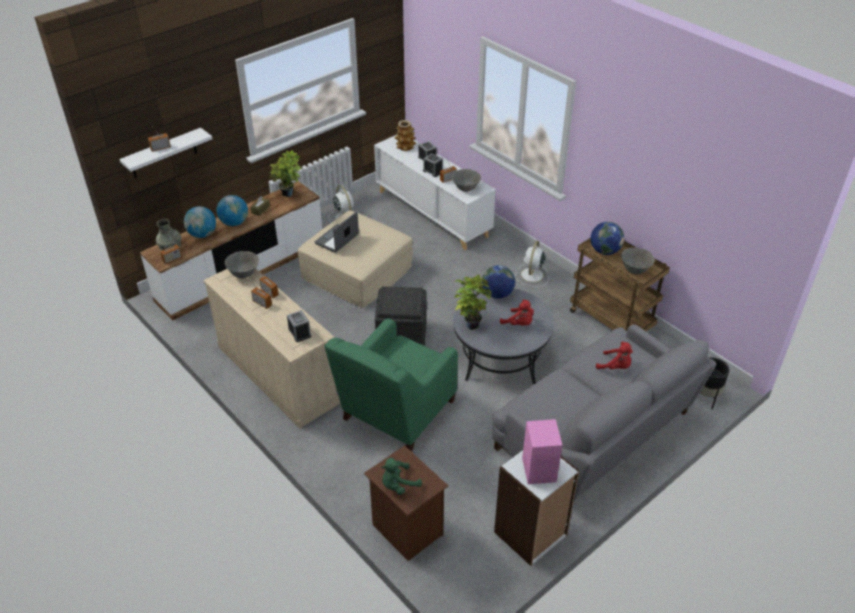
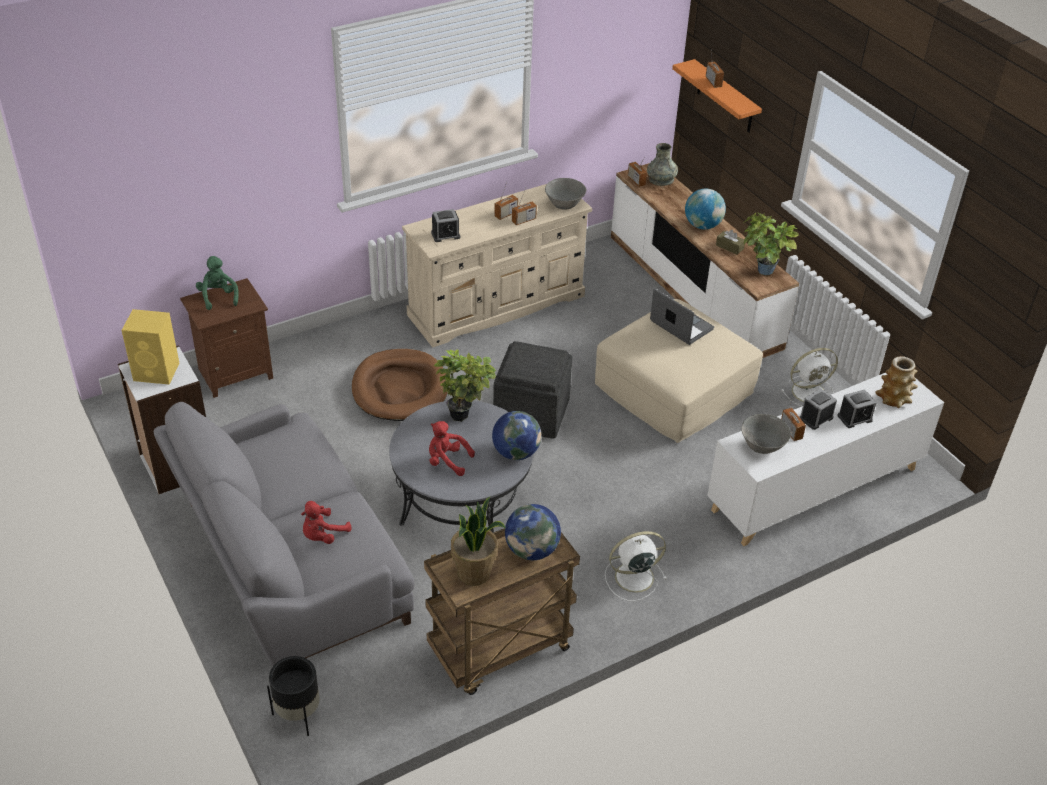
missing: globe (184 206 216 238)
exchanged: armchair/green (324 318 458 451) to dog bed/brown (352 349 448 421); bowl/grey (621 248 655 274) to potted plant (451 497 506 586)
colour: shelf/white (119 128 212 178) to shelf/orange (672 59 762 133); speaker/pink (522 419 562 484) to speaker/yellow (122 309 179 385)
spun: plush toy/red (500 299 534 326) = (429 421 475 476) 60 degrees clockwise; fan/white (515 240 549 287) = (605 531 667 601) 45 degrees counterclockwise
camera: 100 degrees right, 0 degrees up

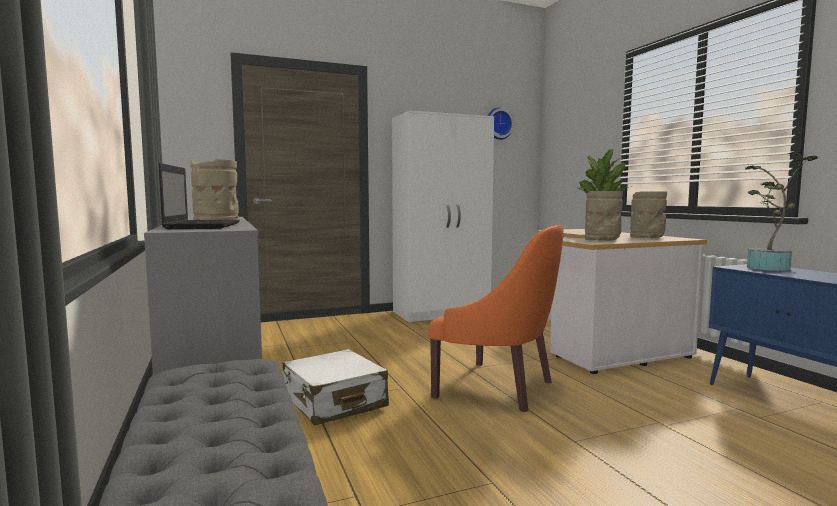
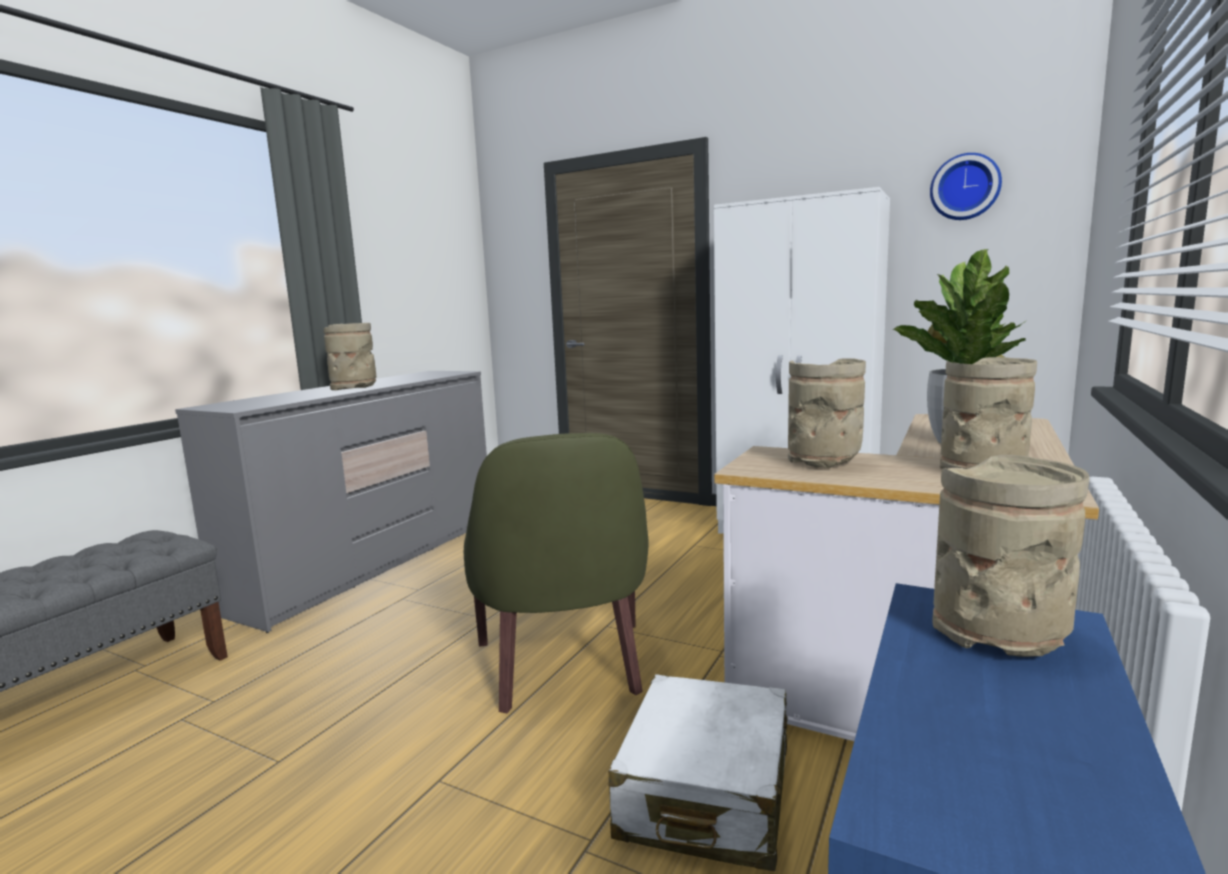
missing: laptop (159 163 240 229)
relocated: suitcase/white (283 349 389 425) to (608 674 788 871)
exchanged: potted plant (744 152 818 271) to vase/beige (932 455 1089 657)
colour: armchair/orange (428 225 564 412) to armchair/green (464 433 649 713)
camera: 50 degrees right, 5 degrees up

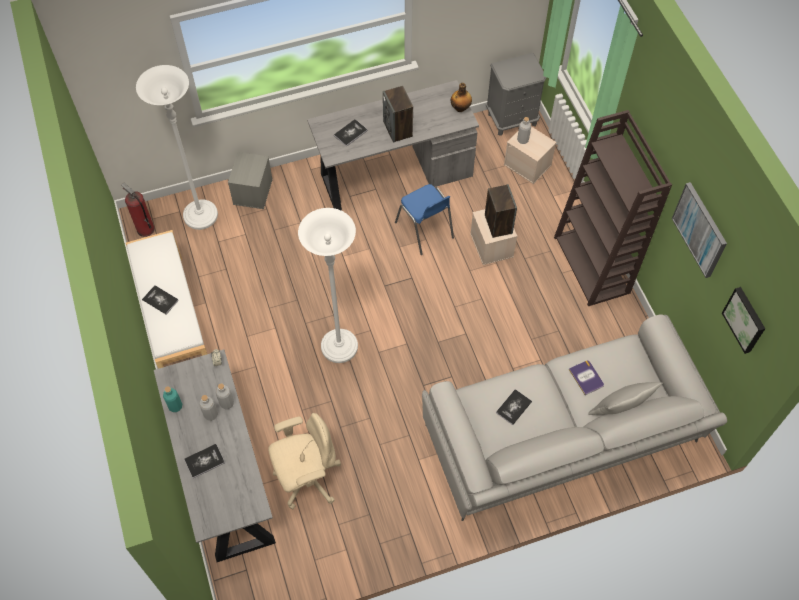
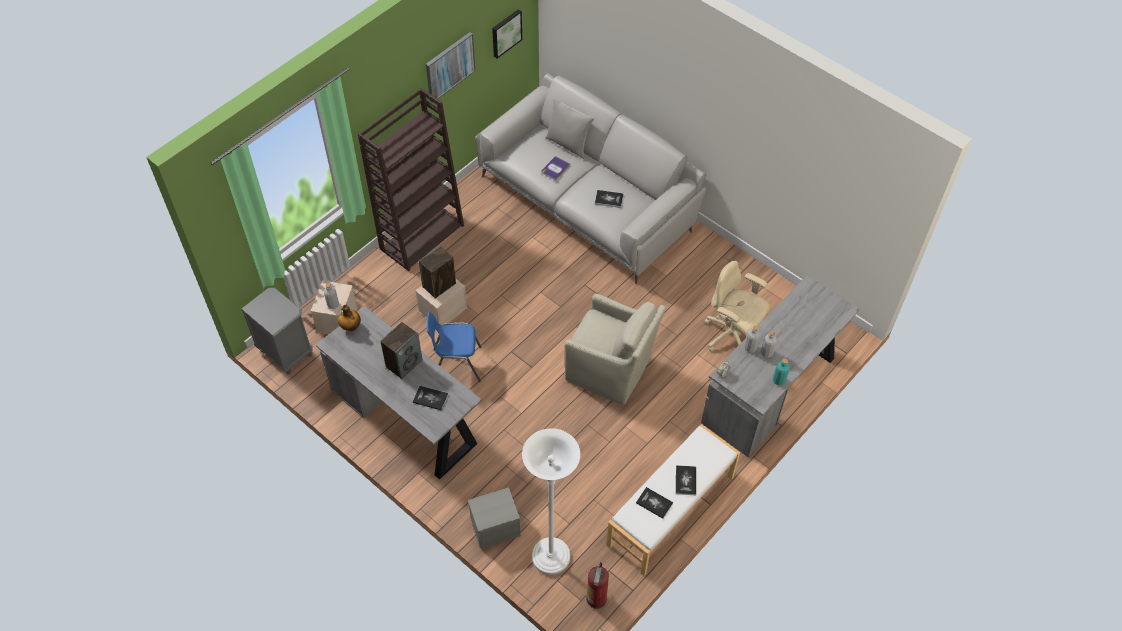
relocated: book (184 444 225 478) to (636 487 673 519)
exchanged: floor lamp/white (298 208 358 363) to armchair/beige (564 294 666 405)
spun: chair/blue (395 184 454 255) = (427 312 481 382) 120 degrees counterclockwise
camera: 120 degrees left, 5 degrees down

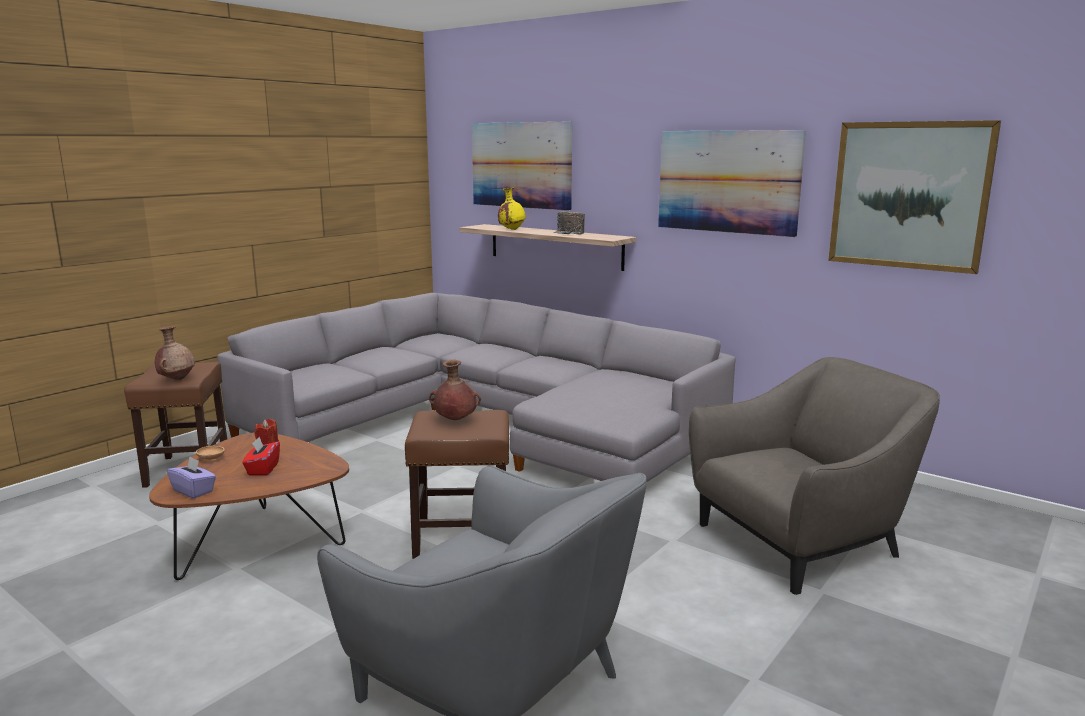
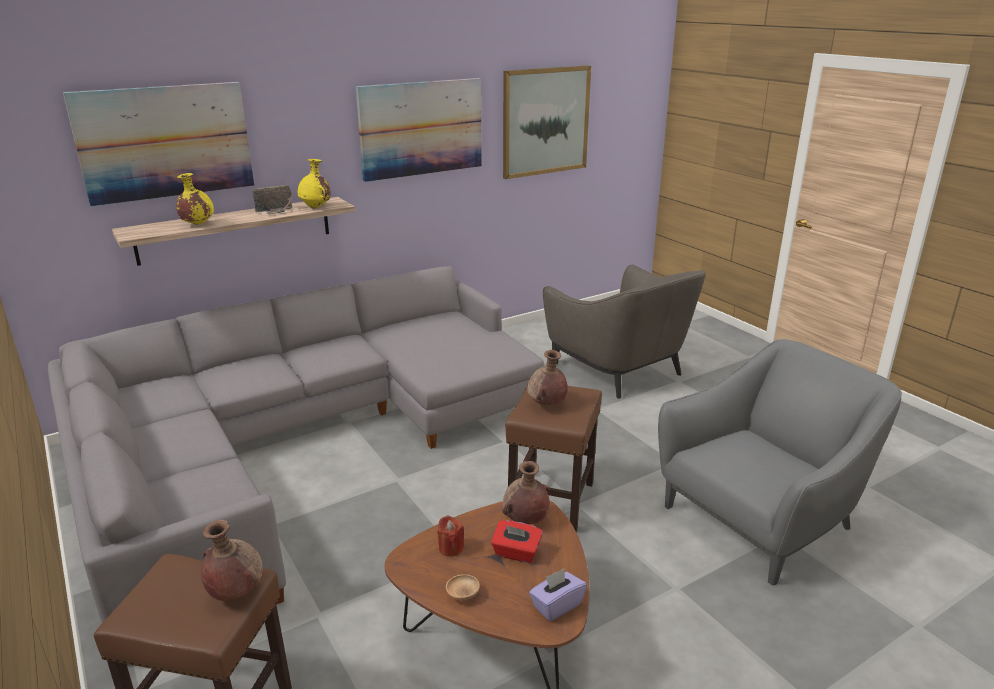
appeared: vase/yellow (298 159 331 208); vase/brown (502 461 549 524)
spun: armchair/grey (689 357 940 595) = (543 264 706 398) 150 degrees clockwise
camera: 70 degrees left, 10 degrees up

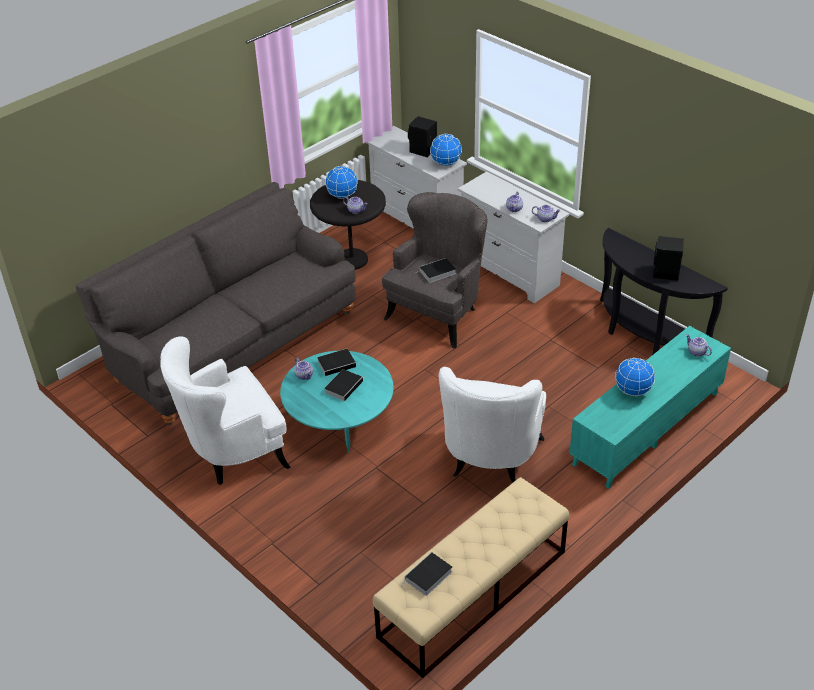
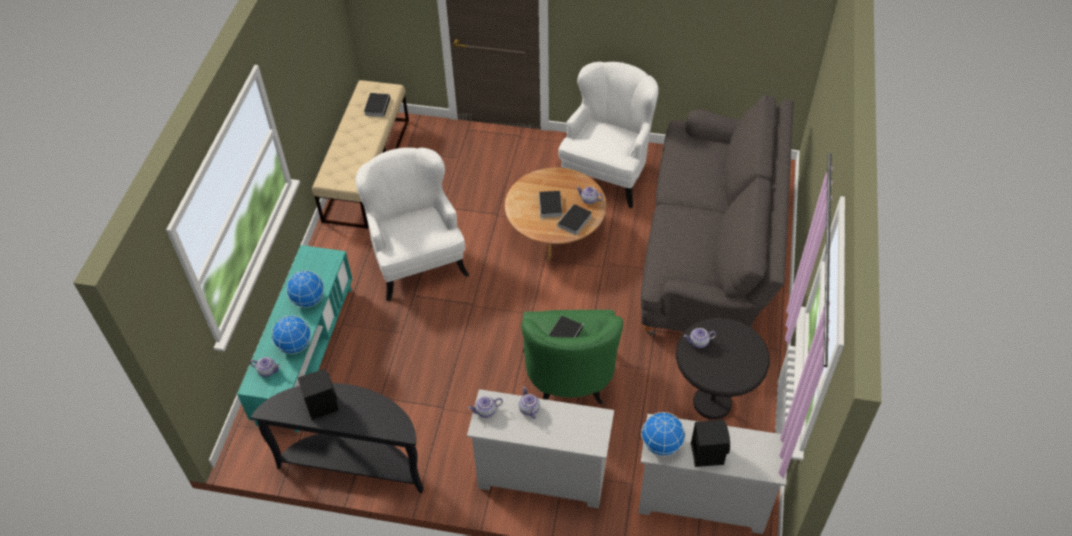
relocated: globe (325 166 358 199) to (272 315 311 354)
colour: coffee table/turquoise (280 351 394 453) to coffee table/brown (505 168 606 262); armchair/grey (382 192 488 349) to armchair/green (521 310 623 404)
camera: 145 degrees right, 10 degrees up

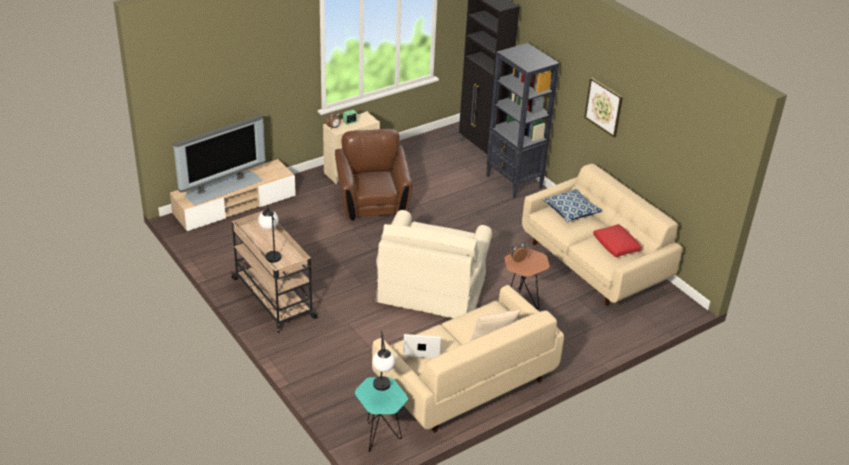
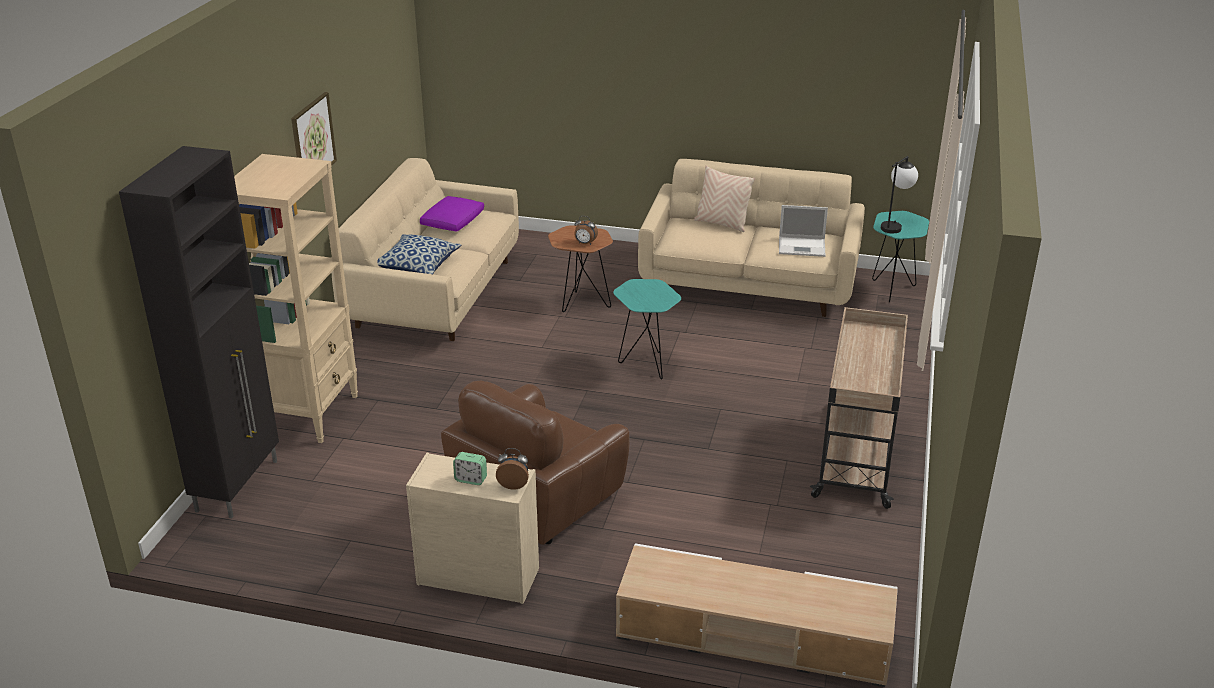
missing: television (173 114 265 206); table lamp (258 207 281 263)
exchanged: armchair/beige (376 210 492 318) to side table/turquoise (613 279 681 380)
colour: bookcase/black (486 43 559 198) to bookcase/beige (234 154 358 443); pillow/red (593 224 642 257) to pillow/purple (420 196 484 232)
spun: laptop (403 334 441 358) = (779 205 828 257) 45 degrees counterclockwise
camera: 130 degrees left, 5 degrees down

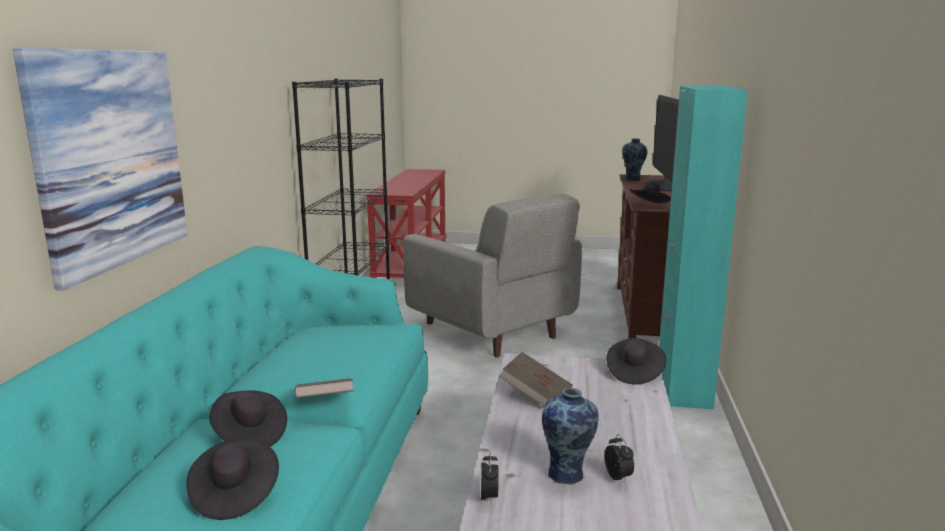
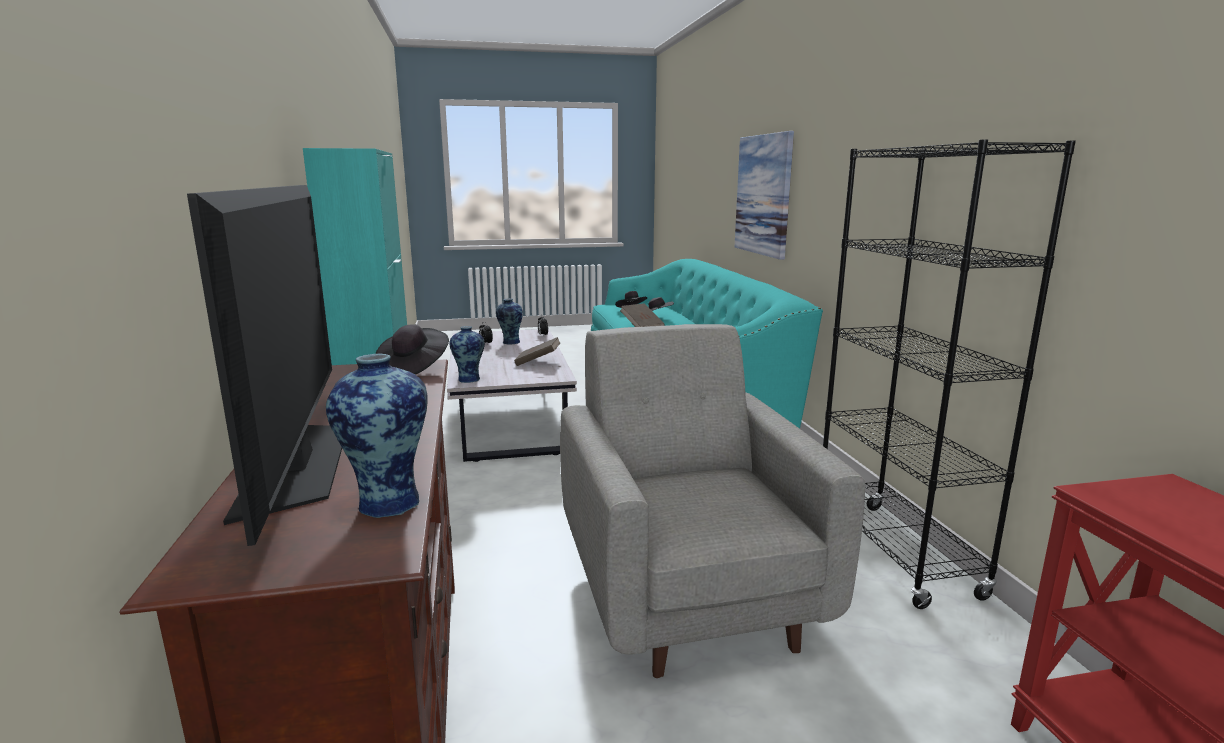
exchanged: hat/black (606 338 666 384) to vase (449 326 485 383)
spun: armchair/grey (403 194 582 358) = (560 324 865 678) 45 degrees clockwise
camera: 160 degrees right, 0 degrees up

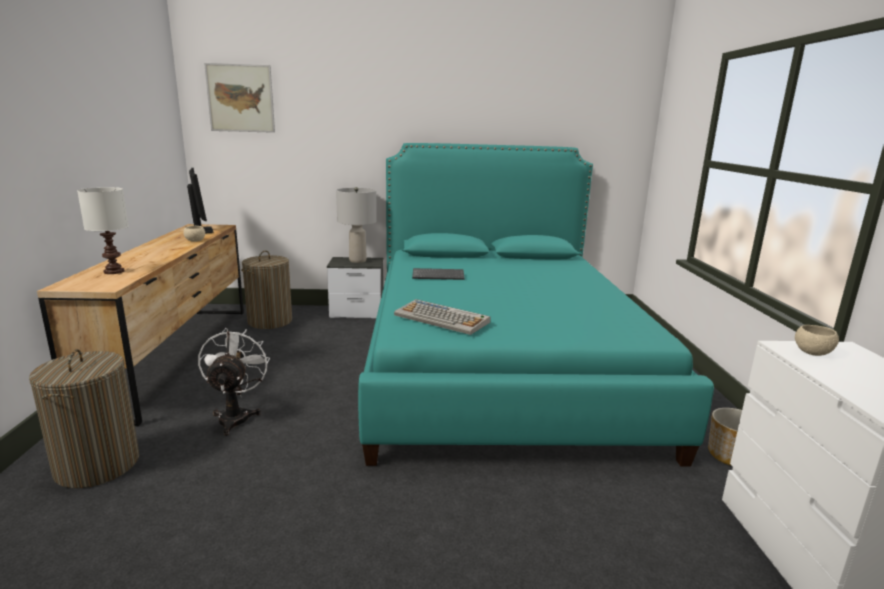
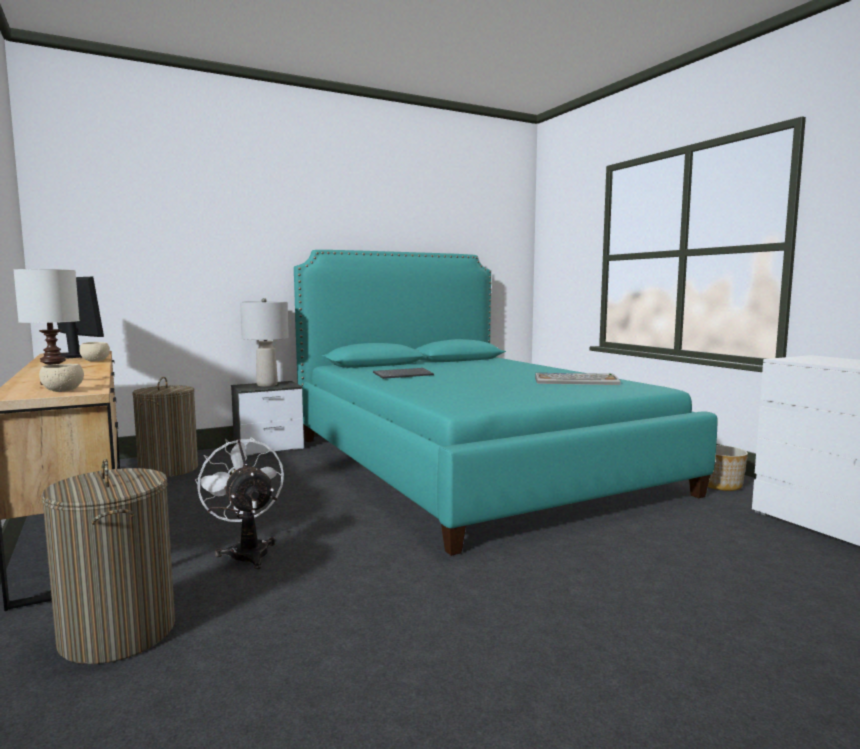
missing: picture (204 63 275 133)
relocated: keyboard (394 299 491 335) to (535 373 621 385); bowl/beige (795 325 839 356) to (39 364 84 392)
camera: 25 degrees left, 10 degrees down

